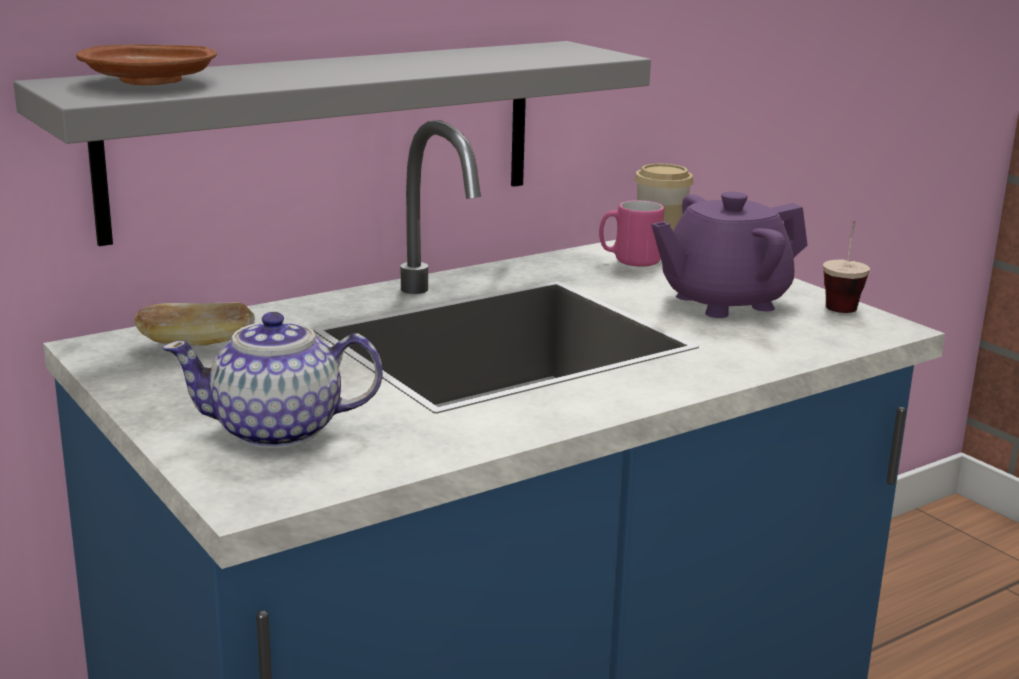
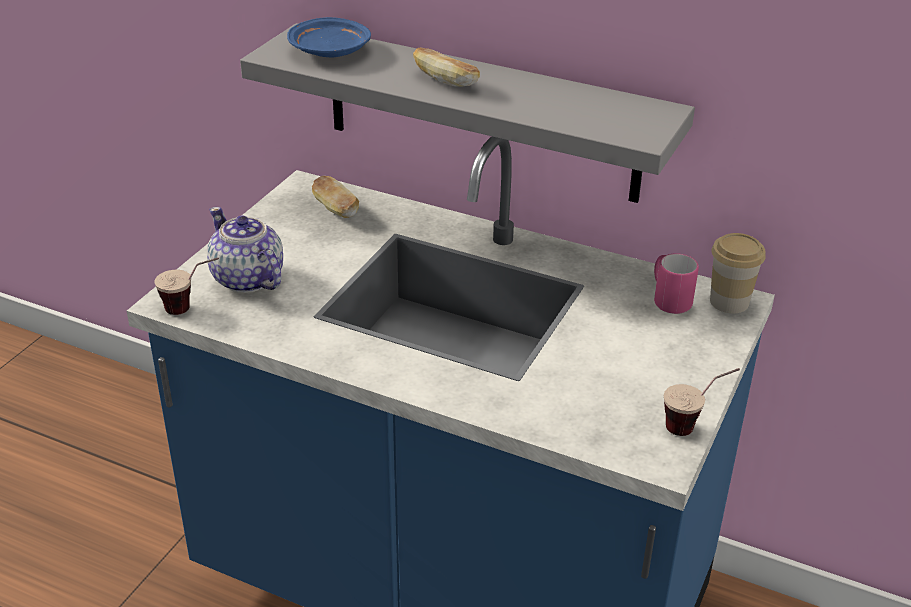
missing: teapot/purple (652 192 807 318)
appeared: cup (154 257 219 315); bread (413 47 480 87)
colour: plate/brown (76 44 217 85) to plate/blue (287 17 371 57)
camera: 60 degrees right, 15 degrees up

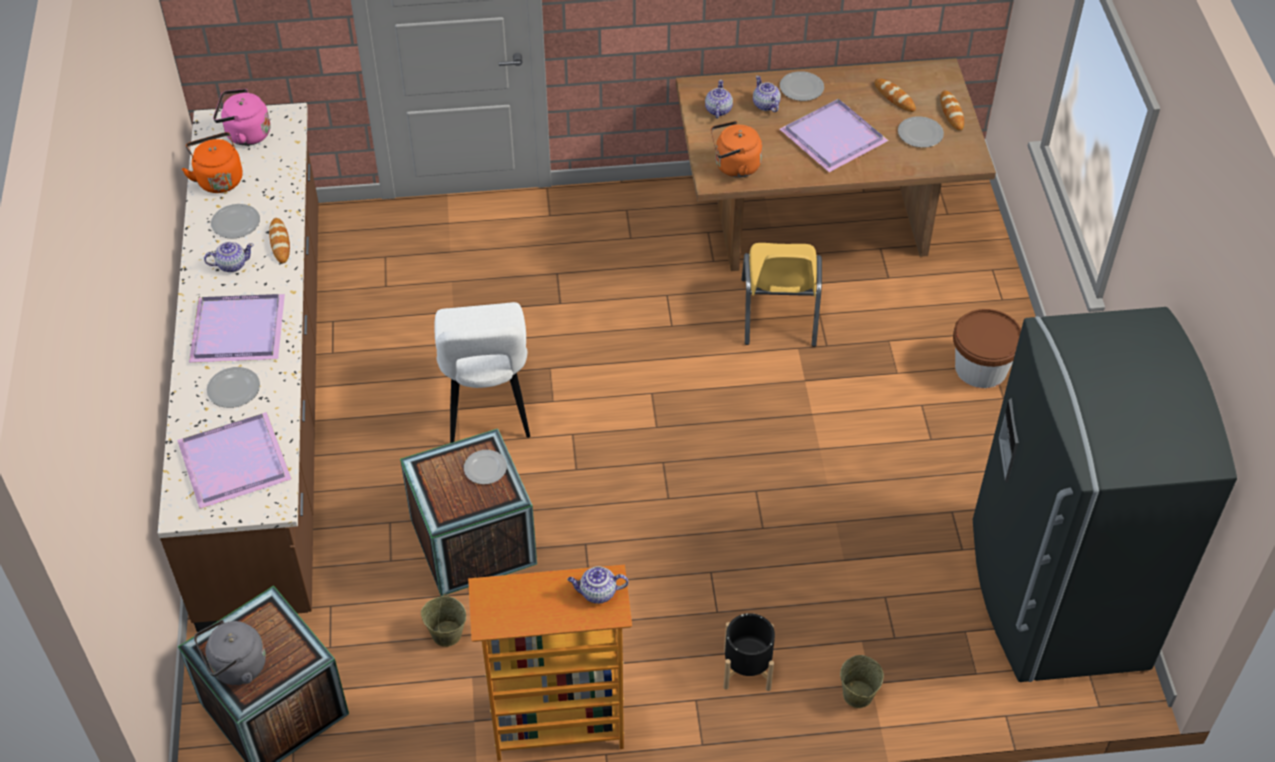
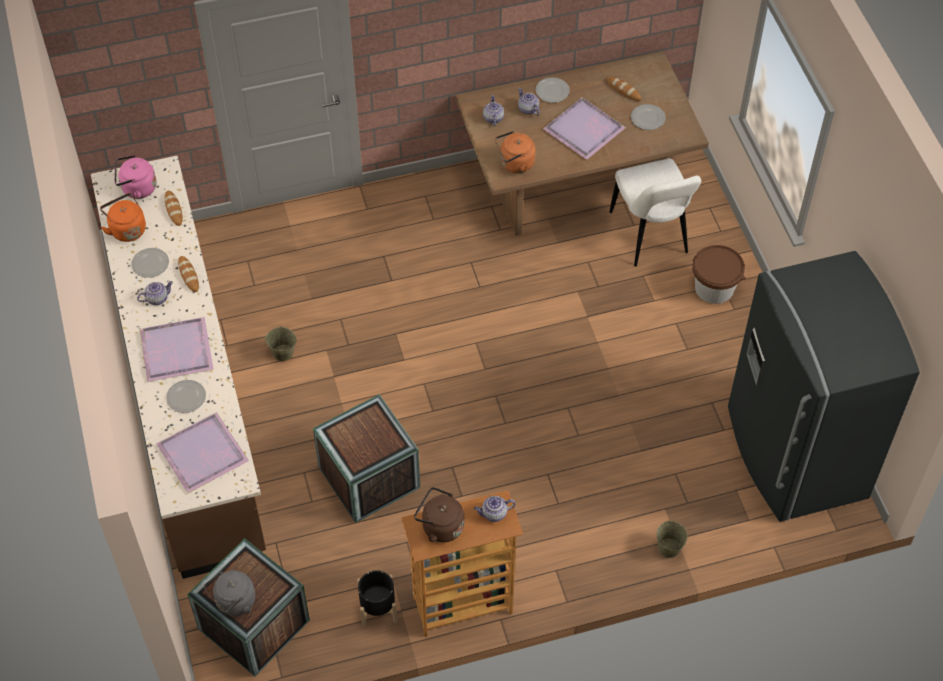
missing: plate (464 450 507 484); chair/yellow (742 243 822 347)
appeared: kettle/brown (414 487 464 543)
relocated: bucket/beige (421 594 466 647) to (265 325 297 361); chair/white (434 302 530 443) to (610 158 701 267); planter/black (724 613 775 691) to (357 570 397 627); bread (940 90 964 131) to (165 191 183 226)
camera: 10 degrees left, 5 degrees up

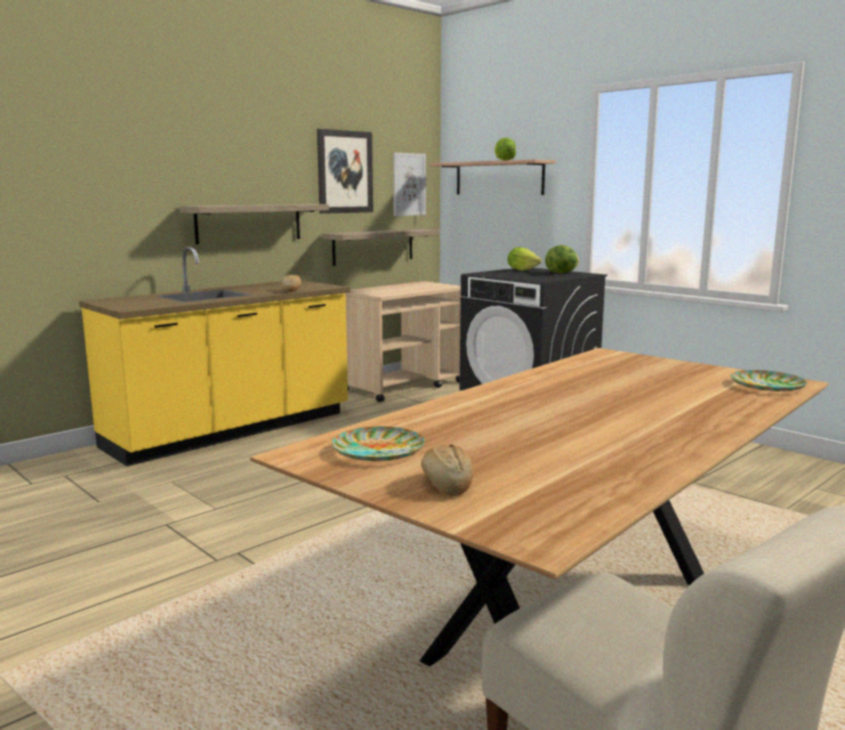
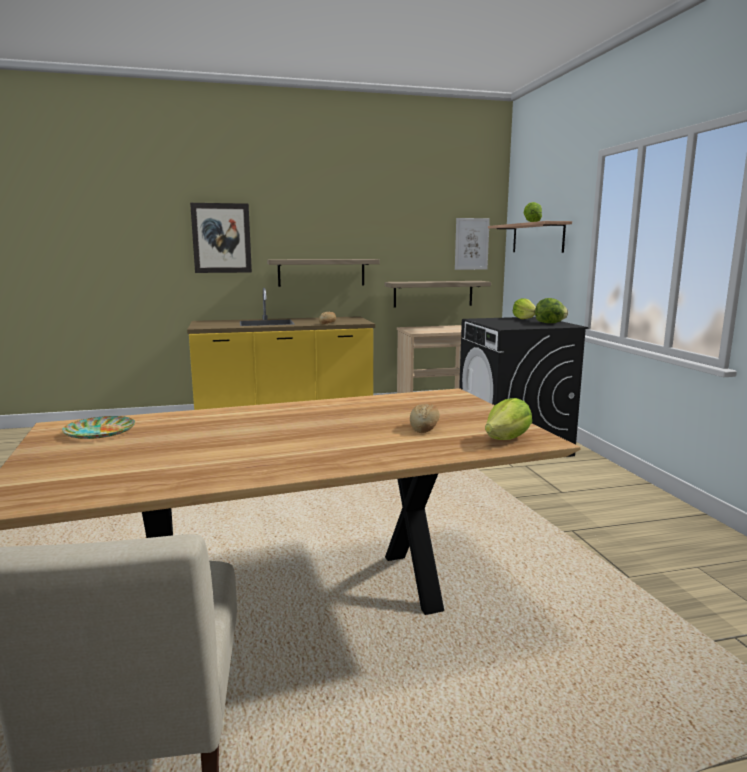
relocated: picture (317 129 373 214) to (190 203 252 273); bread (421 444 473 496) to (410 404 440 433)
exchanged: plate (730 370 807 391) to lettuce (485 398 532 440)
camera: 30 degrees right, 0 degrees up

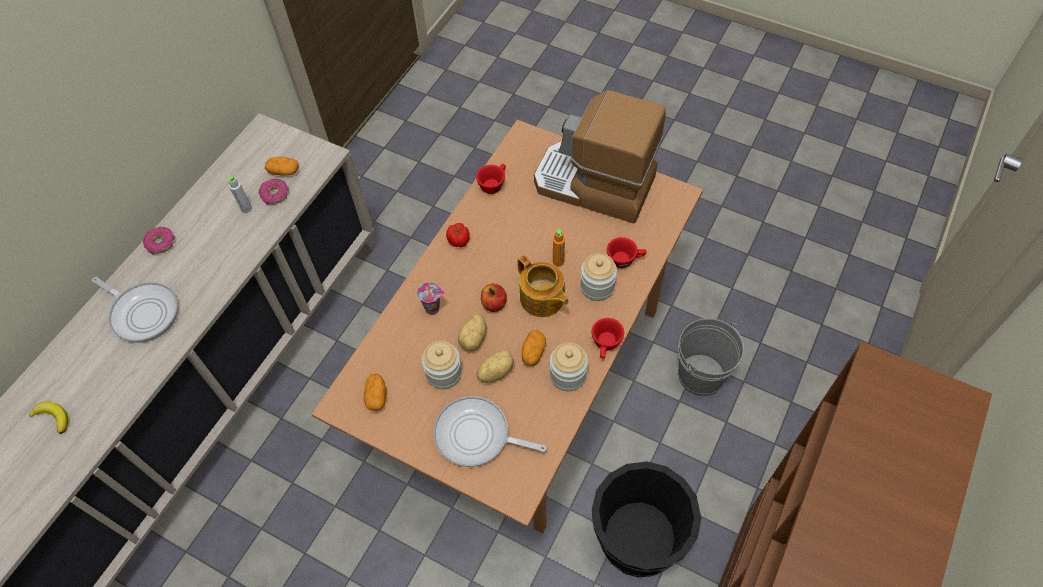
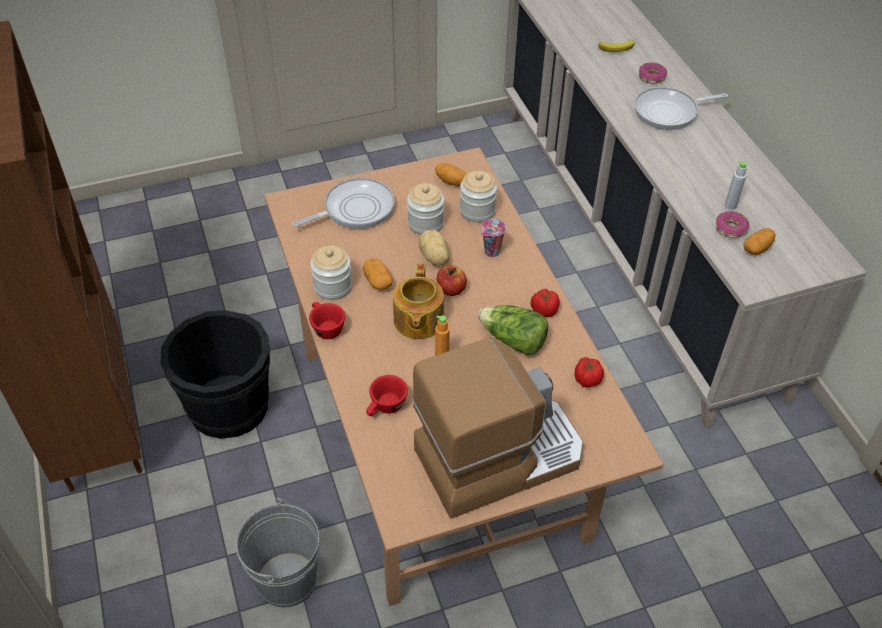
missing: potato (477 350 514 383)
appeared: lettuce (478 305 548 355)
relocated: donut (143 227 175 254) to (639 62 667 84); jar (580 253 617 301) to (460 171 497 223)
exchanged: cup/red (476 164 506 194) to tomato (575 357 604 388)
spun: teapot (517 255 569 317) = (393 264 444 339) 90 degrees counterclockwise
camera: 130 degrees right, 10 degrees down

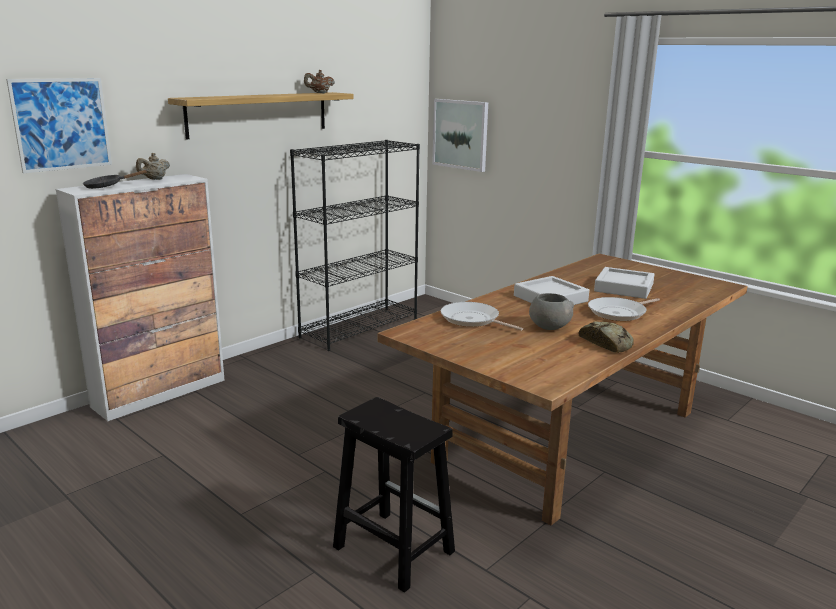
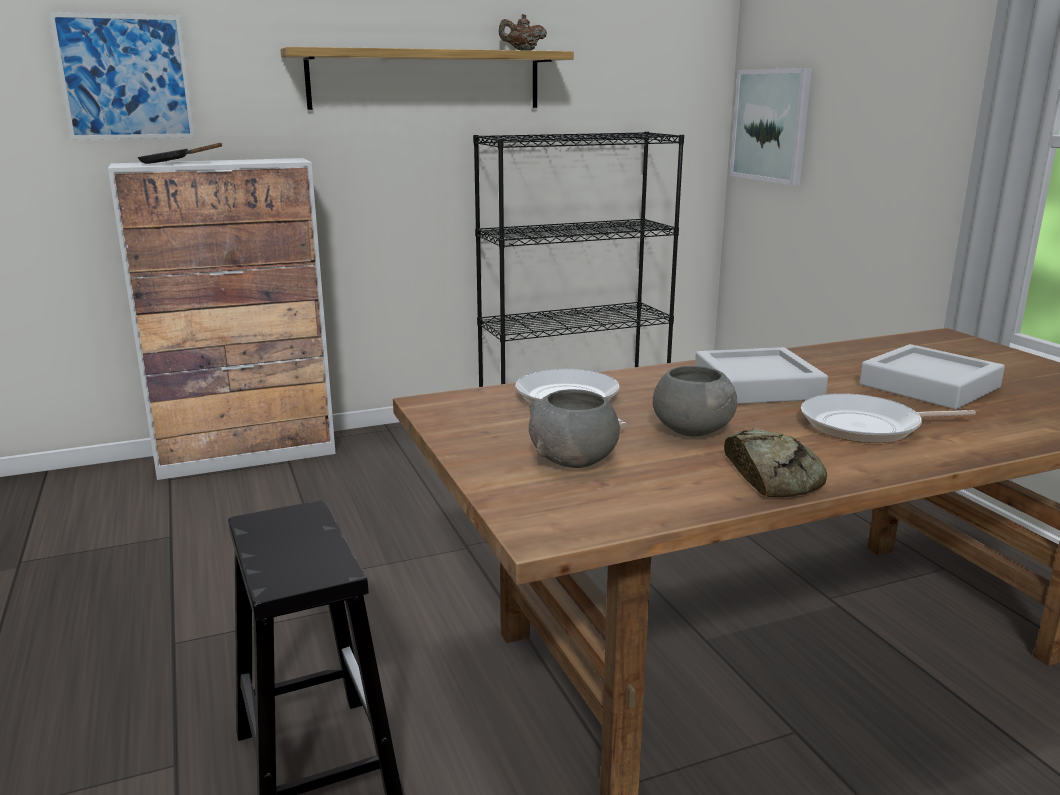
missing: teapot/beige (136 153 170 180)
appeared: bowl/grey (529 389 620 468)
camera: 25 degrees right, 0 degrees up

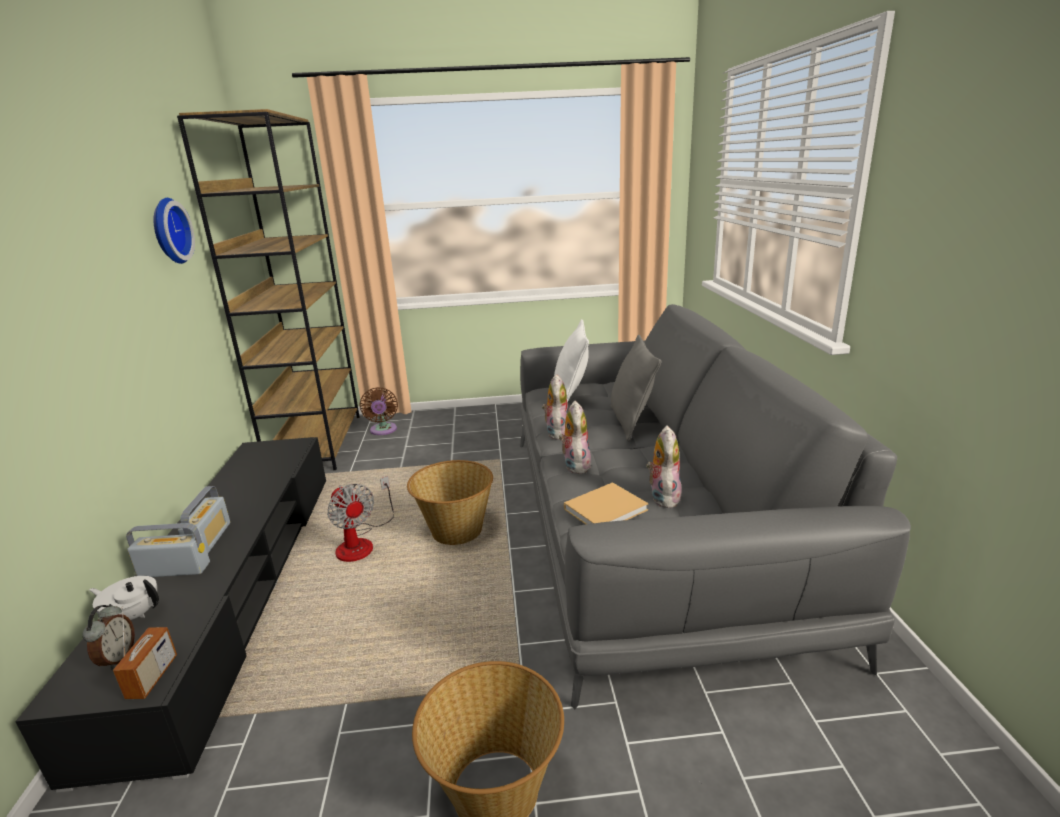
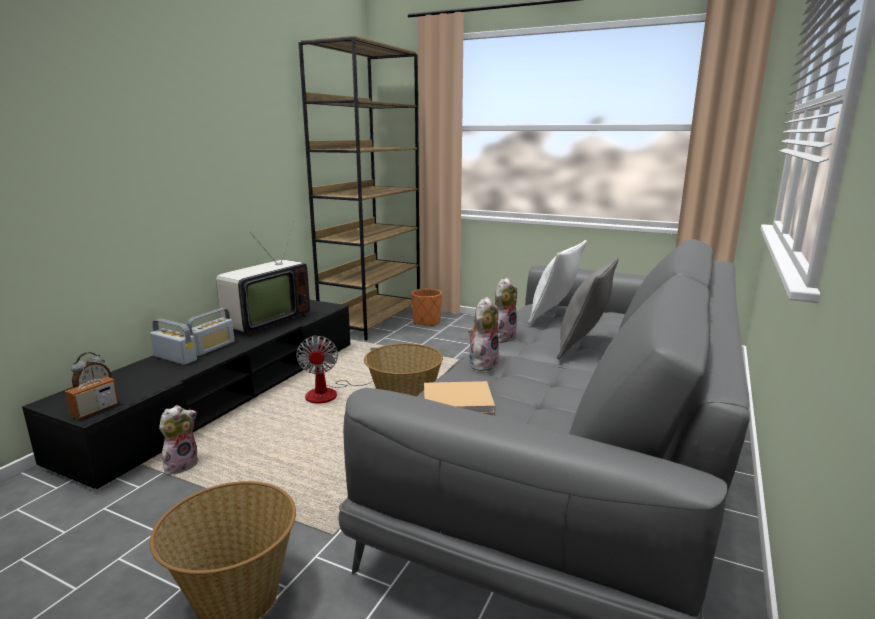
missing: teapot/white (89 576 159 620); wall clock (154 198 195 264)
appeared: television (216 222 310 336)
relocated: plush toy (646 425 682 508) to (159 405 198 475)
exchanged: fan/brown (359 387 398 435) to planter/orange (411 289 442 327)
camera: 30 degrees right, 5 degrees down

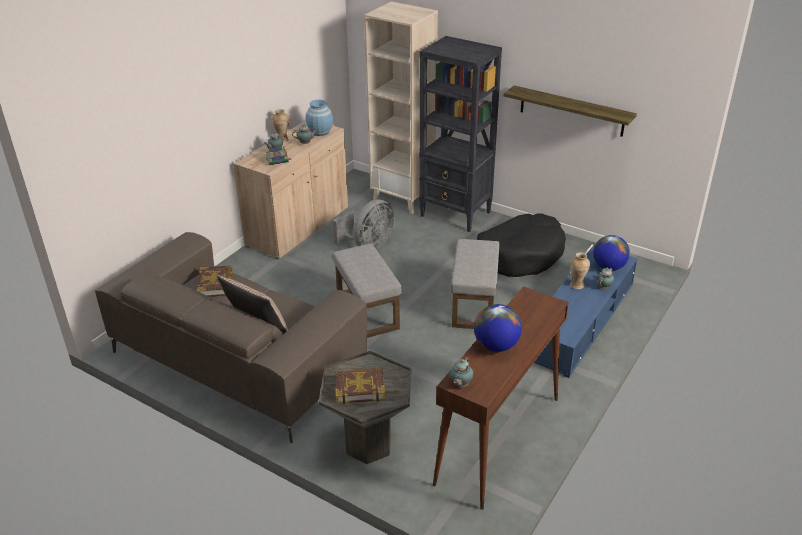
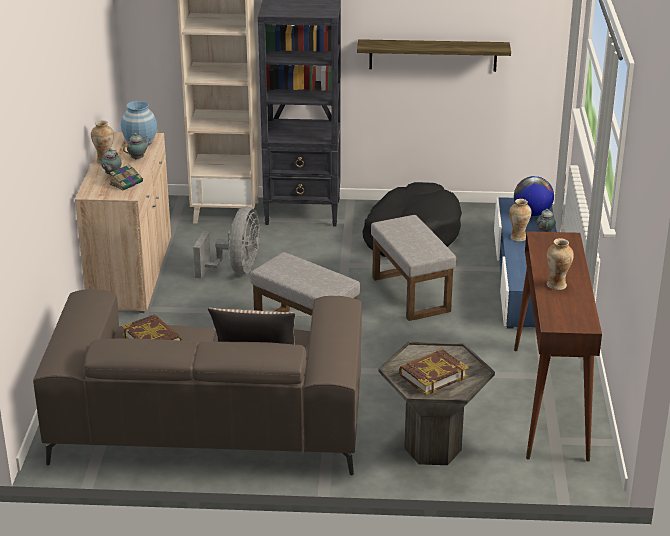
missing: teapot (450 357 473 387)
exchanged: globe (474 304 522 352) to vase (547 238 574 290)
camera: 30 degrees left, 5 degrees down

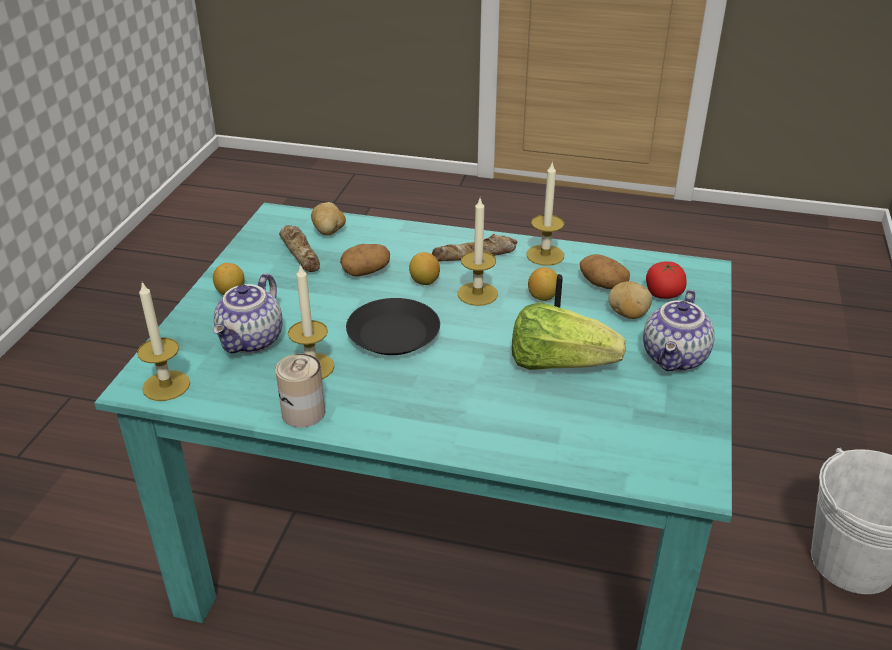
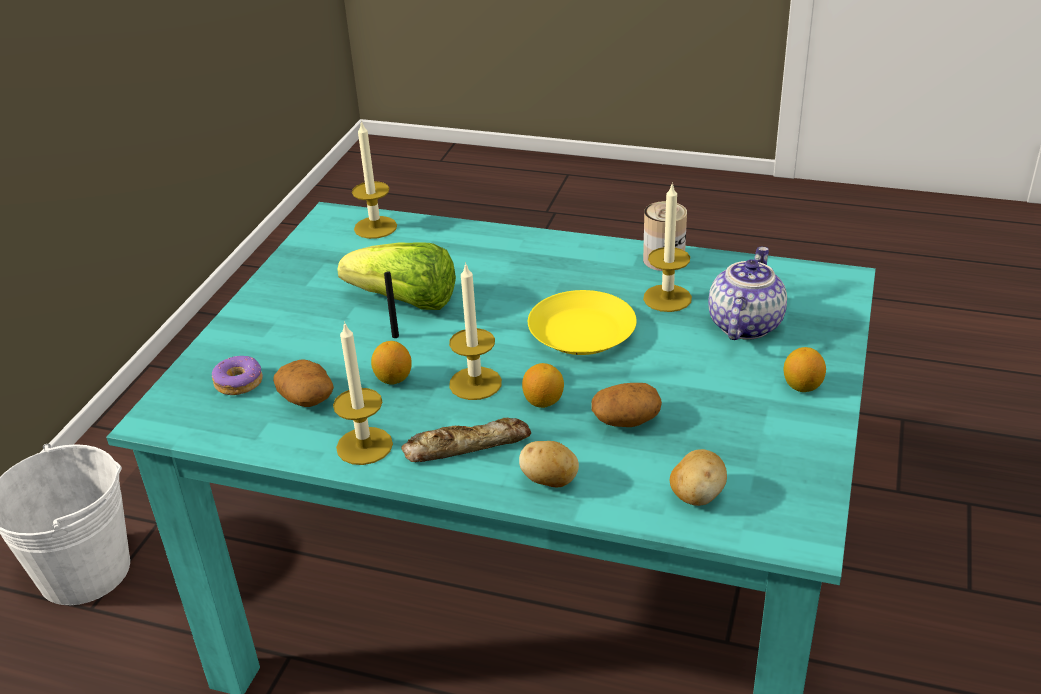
missing: bread (279 225 320 272); teapot (643 289 715 371)
relocated: candle (137 281 190 401) to (352 120 397 239); potato (608 281 652 319) to (519 441 579 487)
exchanged: tomato (646 261 687 299) to donut (212 356 263 395)
colour: plate/black (346 298 440 355) to plate/yellow (528 290 637 355)
camera: 175 degrees left, 0 degrees up

